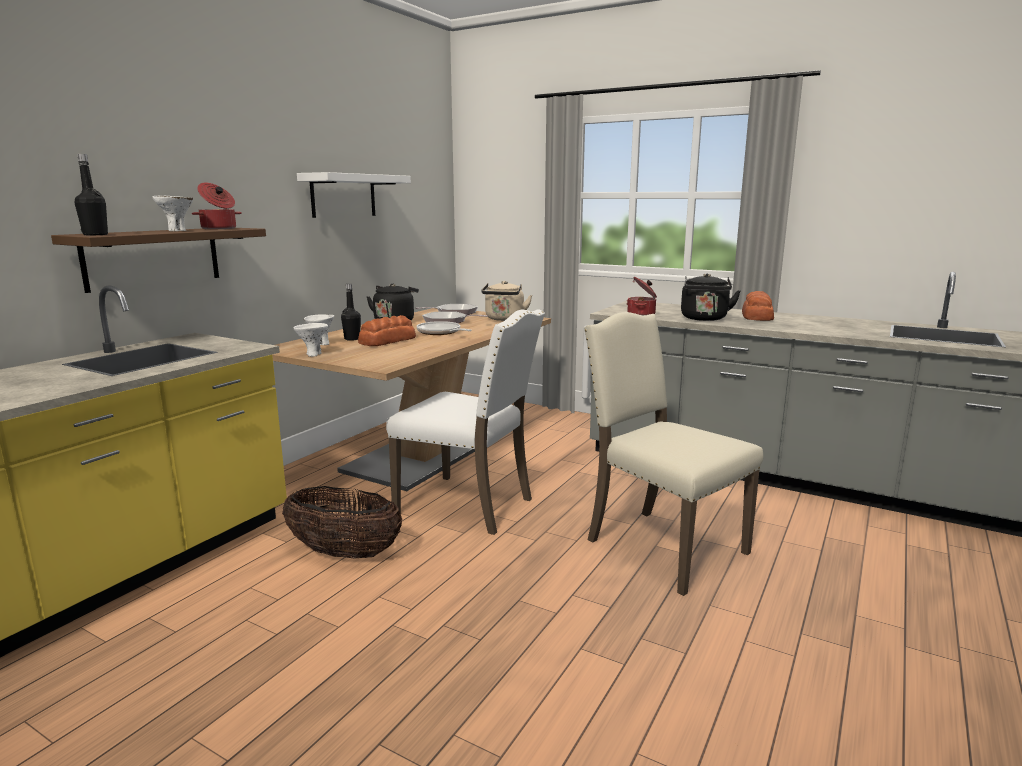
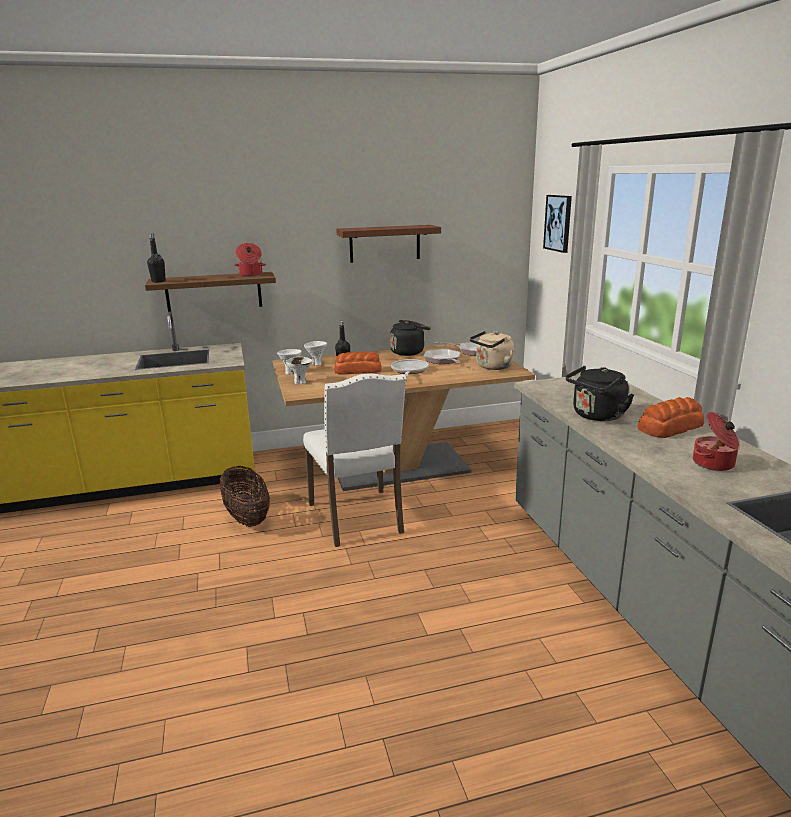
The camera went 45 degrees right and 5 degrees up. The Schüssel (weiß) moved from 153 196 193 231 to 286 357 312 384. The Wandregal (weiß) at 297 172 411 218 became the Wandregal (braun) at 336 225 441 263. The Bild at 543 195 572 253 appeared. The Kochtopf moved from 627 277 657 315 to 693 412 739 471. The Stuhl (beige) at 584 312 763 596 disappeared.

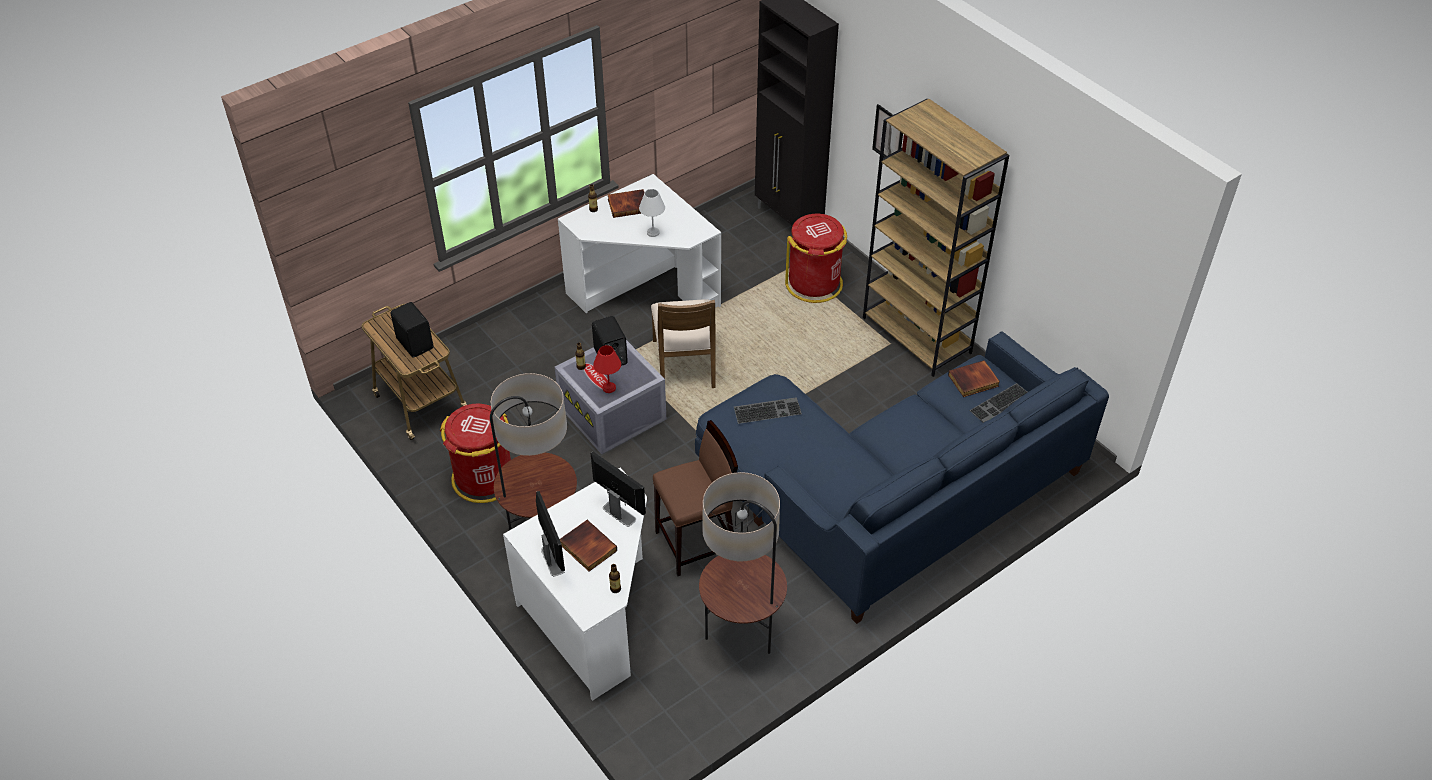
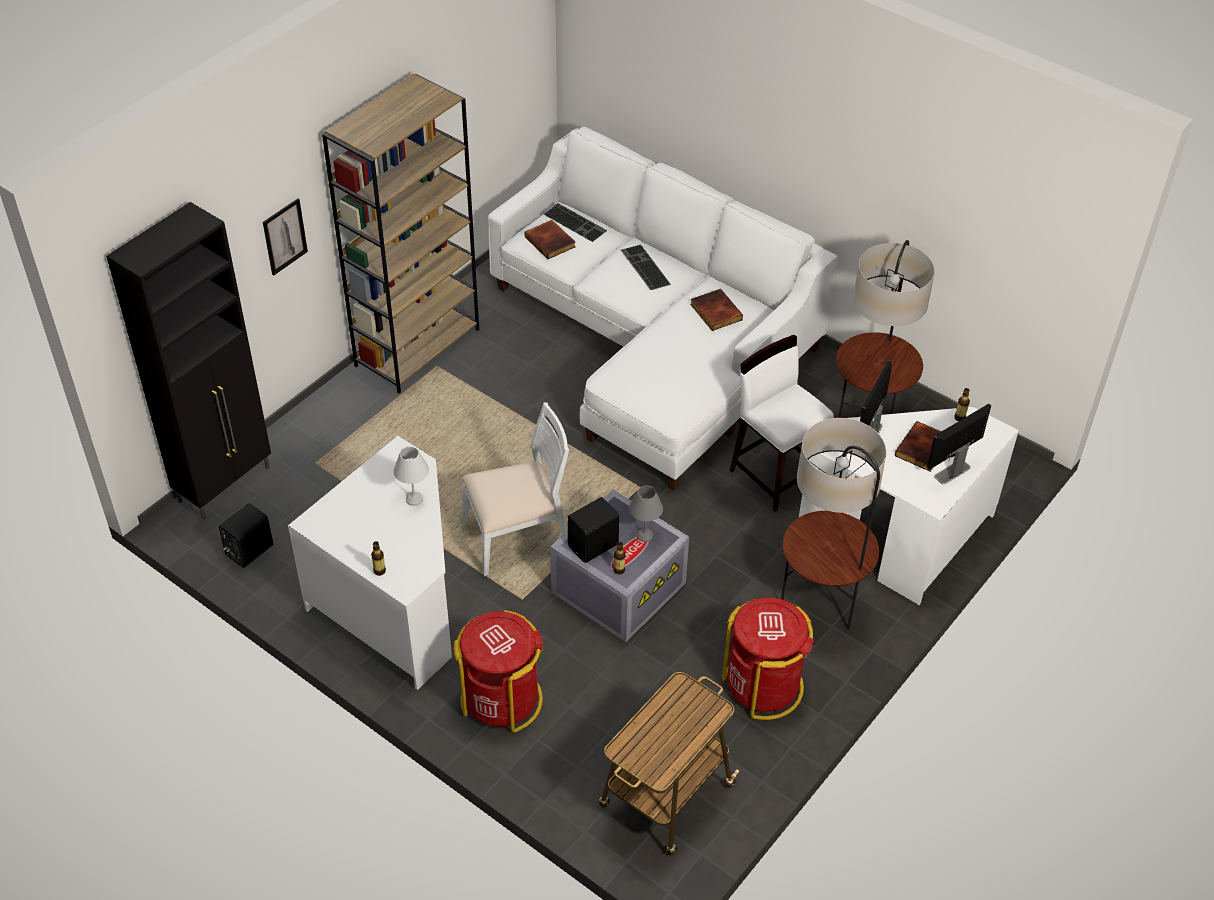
The camera went 105 degrees left and 0 degrees up. The Lautsprecher (schwarz) moved from 390 302 434 358 to 219 503 273 568. The Mülleimer (rot) moved from 785 214 847 303 to 453 610 543 733. The Stuhl (braun) at 651 299 716 388 became the Stuhl (weiß) at 462 403 569 576. The Sofa (blau) at 695 331 1109 624 became the Sofa (weiß) at 488 127 838 491. The Tastatur moved from 734 397 802 424 to 621 245 671 290. The Tischlampe (rot) at 593 345 621 393 became the Tischlampe (grau) at 629 486 663 542. The Buch moved from 608 189 645 218 to 690 289 743 331. The Hocker (braun) at 653 420 738 576 became the Hocker (weiß) at 730 335 834 512.

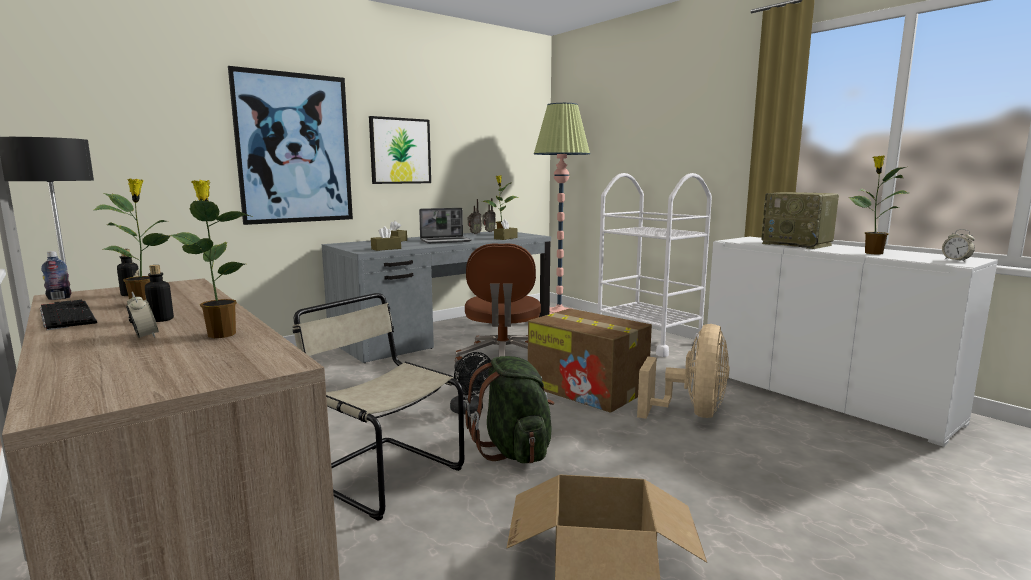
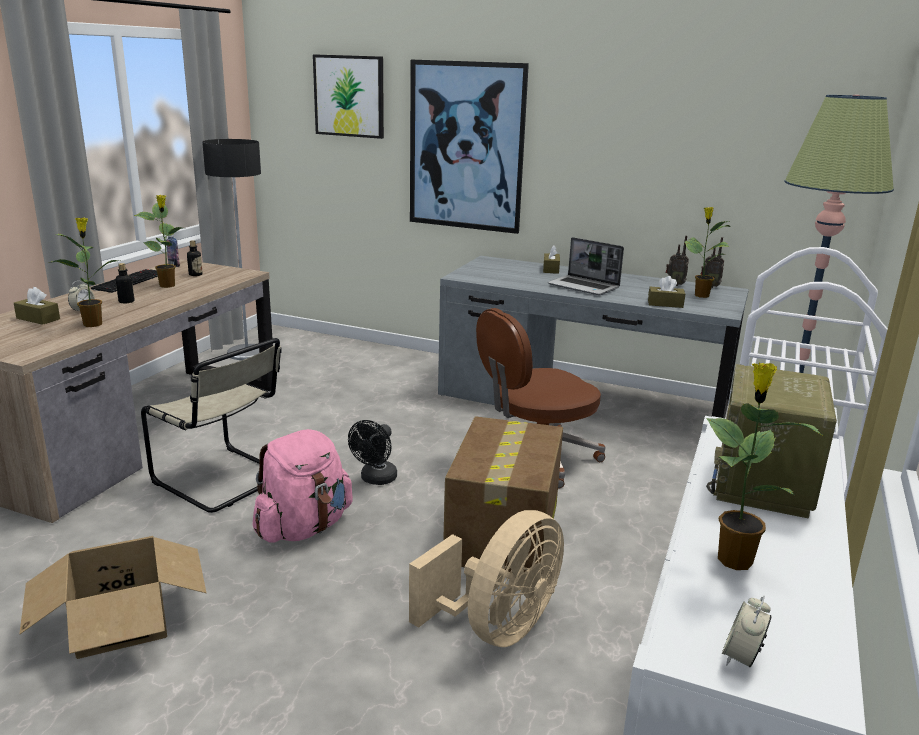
The camera went 60 degrees right and 10 degrees up. The Taschentuchbox (braun) moved from 371 226 401 251 to 14 287 60 325. The Stuhl (beige) at 293 293 464 521 turned 120 degrees clockwise. The Rucksack (grün) at 465 356 554 464 became the Rucksack (rosa) at 253 429 353 543. The Bild moved from 369 116 431 184 to 313 54 384 139. The Ventilator (beige) at 637 324 730 419 turned 45 degrees counterclockwise.

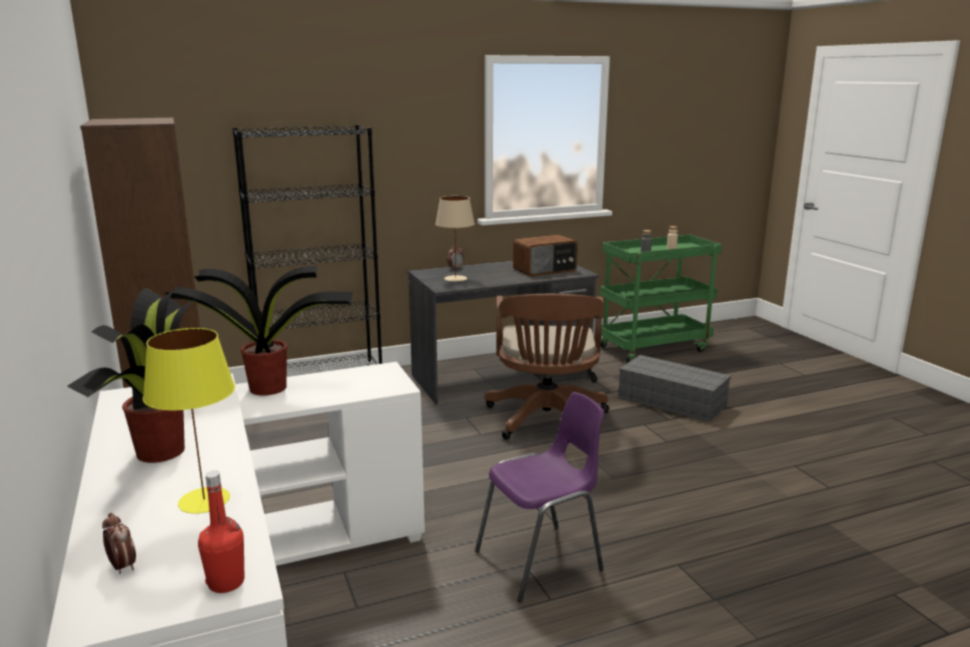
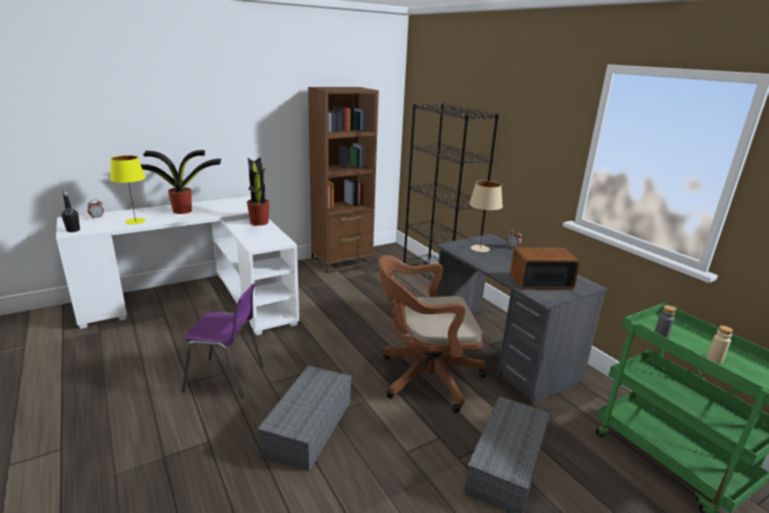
The camera went 80 degrees right and 5 degrees up. The Flasche (rot) at 198 471 244 593 became the Flasche (schwarz) at 61 190 80 232. The Stuhl (lila) at 475 392 604 603 turned 45 degrees counterclockwise. The Aufbewahrungsbox (grau) at 257 366 351 471 appeared. The Radio at 513 235 578 276 turned 120 degrees clockwise.

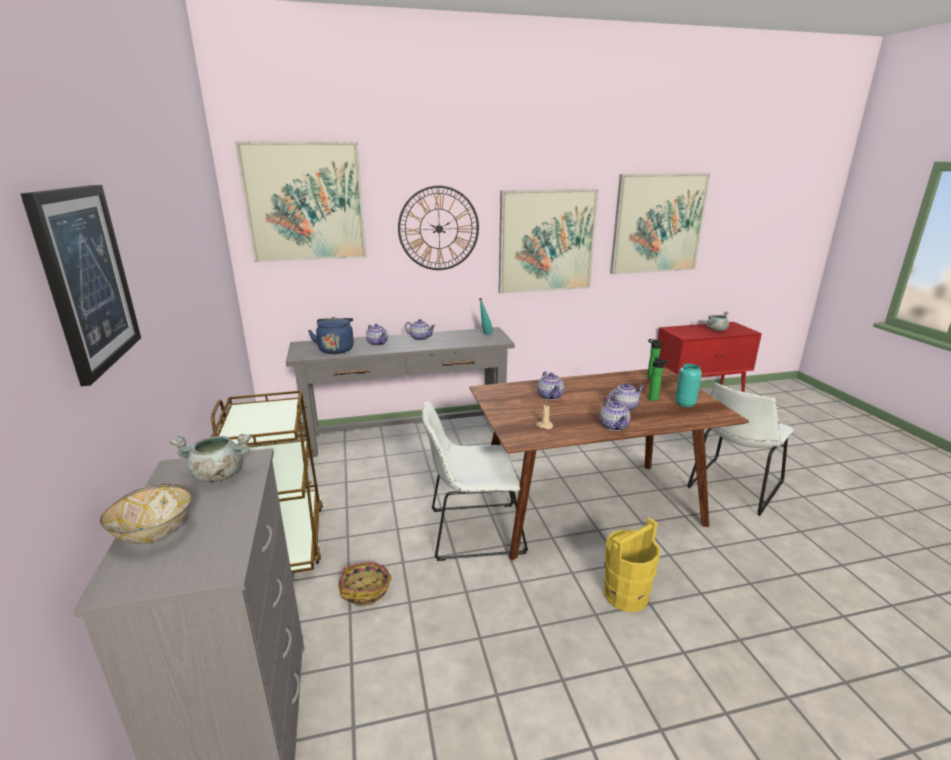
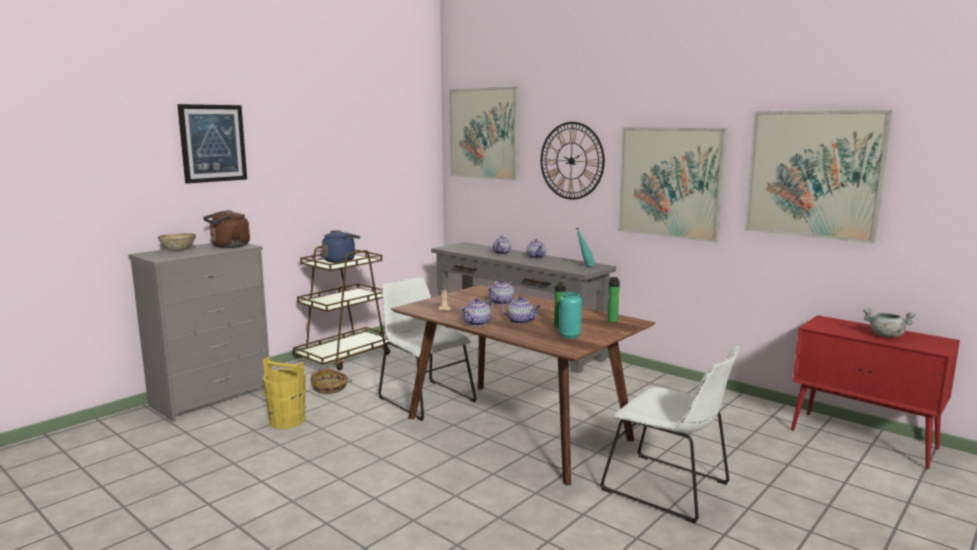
The camera went 55 degrees right and 10 degrees down. The Kochtopf (grau) at 170 434 251 482 was replaced by the Wasserkessel (braun) at 203 210 250 248. The Eimer (gelb) moved from 604 518 660 612 to 263 357 306 429. The Wasserkessel (blau) moved from 308 317 354 354 to 322 230 360 263. The Stuhl (weiß) at 688 382 793 516 turned 150 degrees counterclockwise.

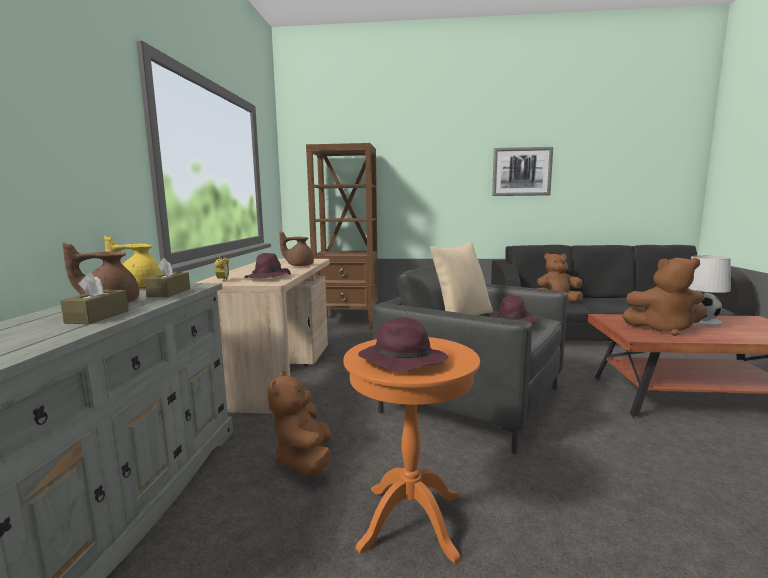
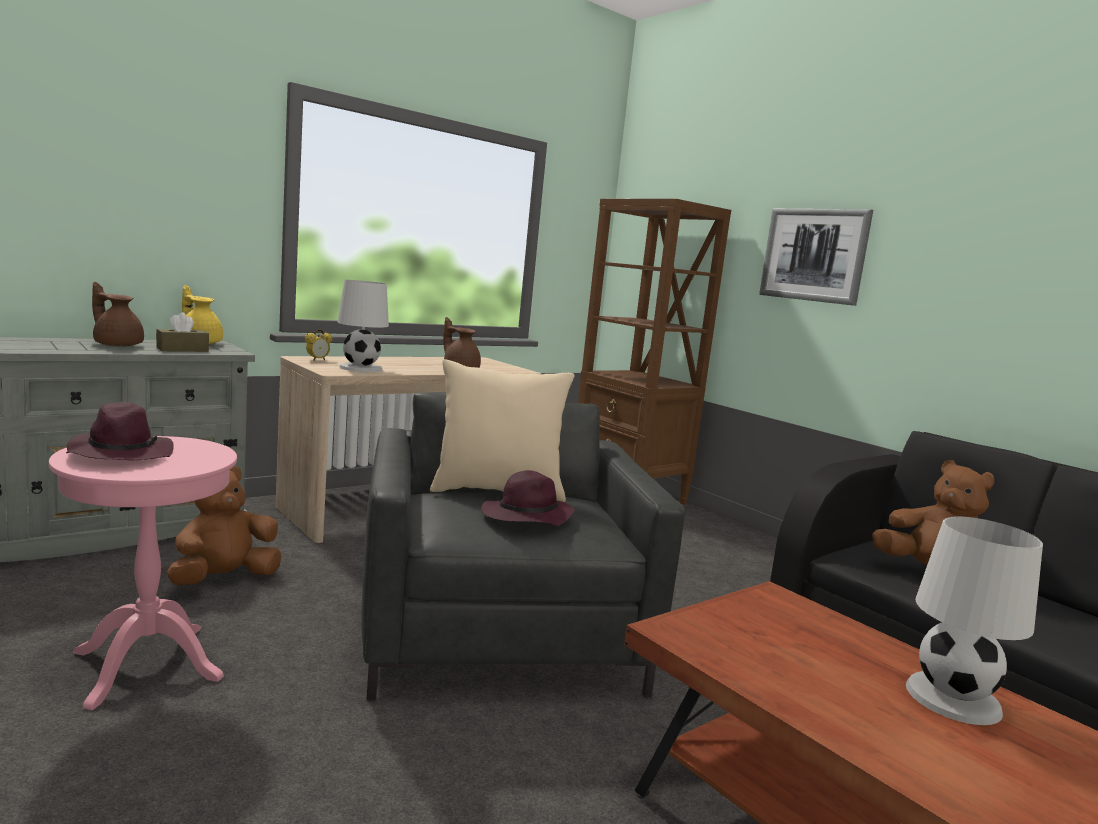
The camera went 45 degrees right and 0 degrees up. The Beistelltisch (orange) at 343 337 480 564 became the Beistelltisch (rosa) at 49 436 237 710. The Hut (lila) at 245 253 291 279 was replaced by the Tischlampe (weiß) at 337 280 389 372. The Bild moved from 492 147 553 196 to 759 209 873 306. The Taschentuchbox (braun) at 60 273 128 324 disappeared. The Plüschtier (braun) at 622 258 707 336 disappeared.

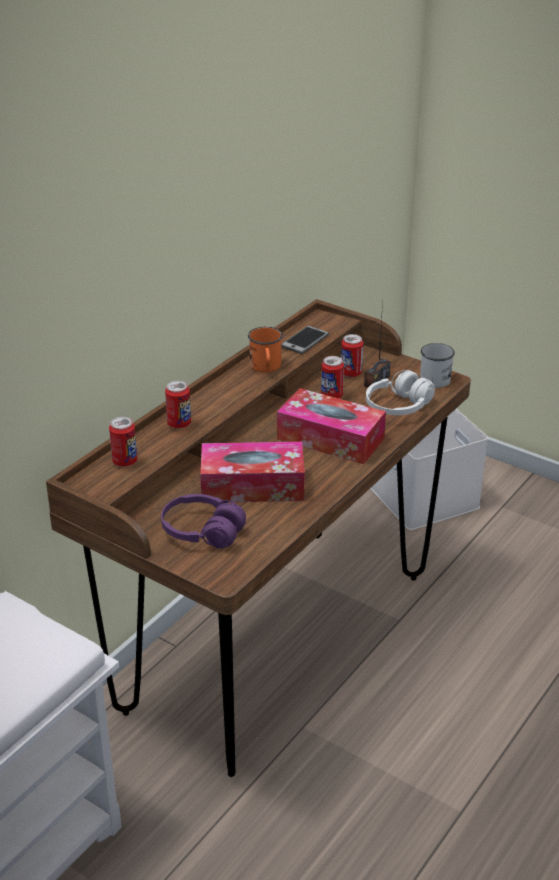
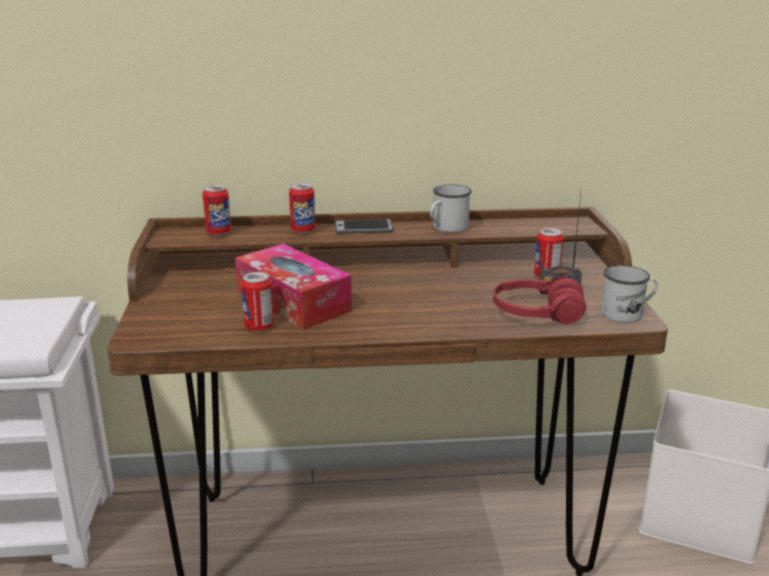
The camera went 50 degrees right and 10 degrees down. The Dose moved from 321 356 344 399 to 241 272 274 332. The Handy moved from 281 326 329 354 to 335 219 394 234. The Henkelbecher (orange) at 248 327 283 372 became the Henkelbecher (weiß) at 430 184 472 232. The Kopfhörer (weiß) at 366 370 435 415 became the Kopfhörer (rot) at 493 276 586 324. The Kopfhörer (lila) at 161 494 246 549 disappeared. The Taschentuchbox at 277 388 386 464 disappeared.

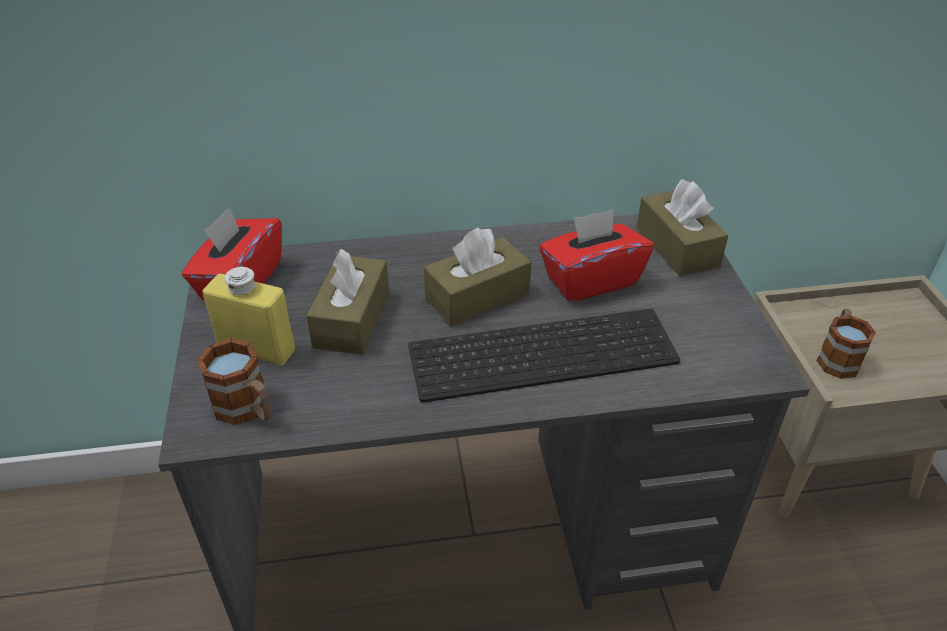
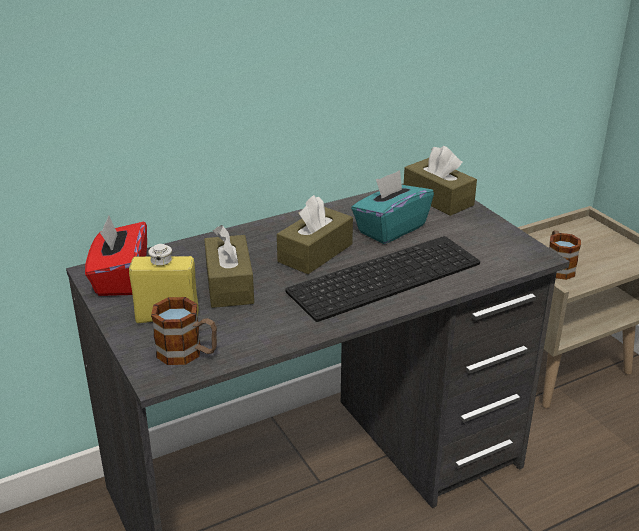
The camera went 20 degrees left and 10 degrees down. The Taschentuchbox (rot) at 539 209 653 302 became the Taschentuchbox (türkis) at 351 170 434 244.

